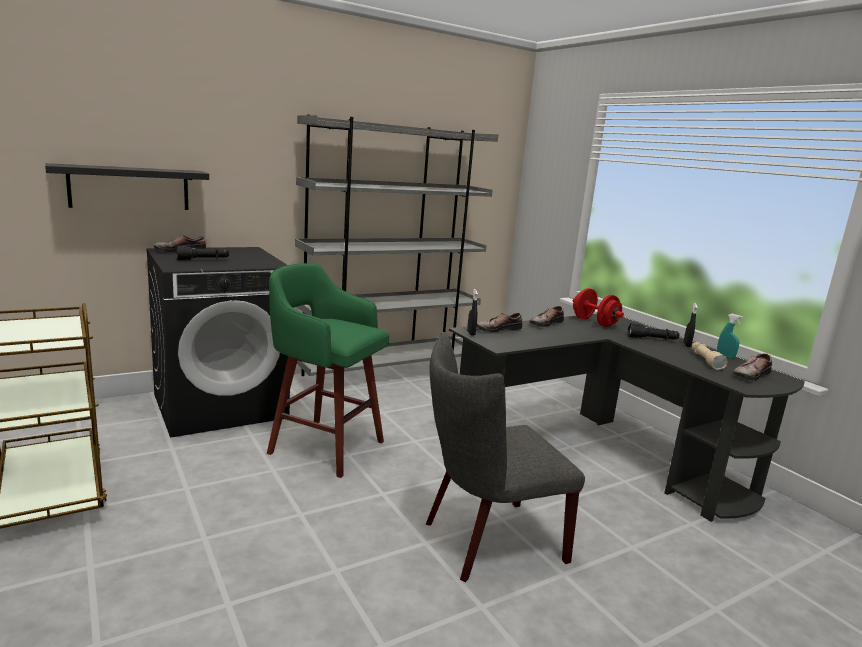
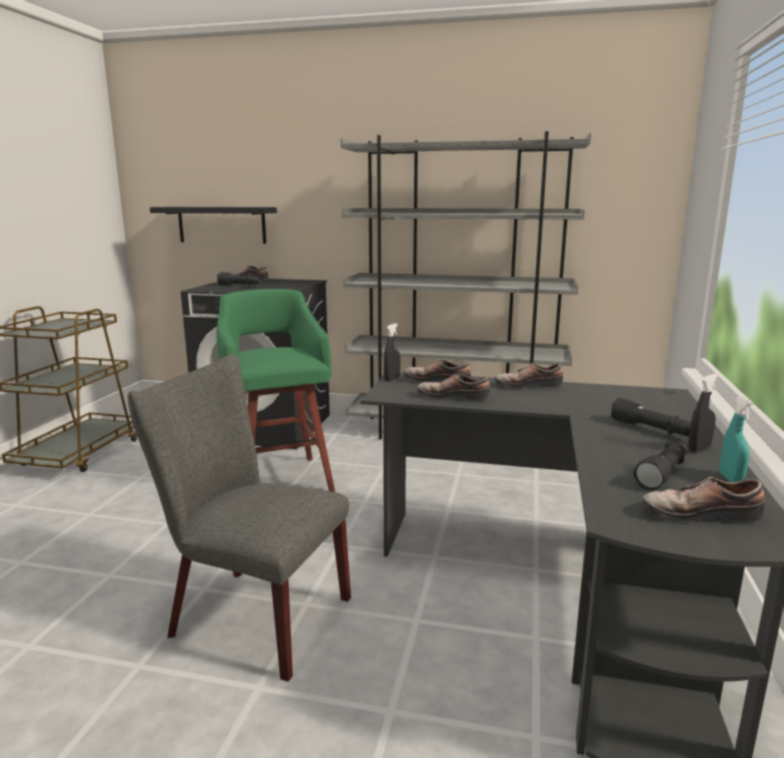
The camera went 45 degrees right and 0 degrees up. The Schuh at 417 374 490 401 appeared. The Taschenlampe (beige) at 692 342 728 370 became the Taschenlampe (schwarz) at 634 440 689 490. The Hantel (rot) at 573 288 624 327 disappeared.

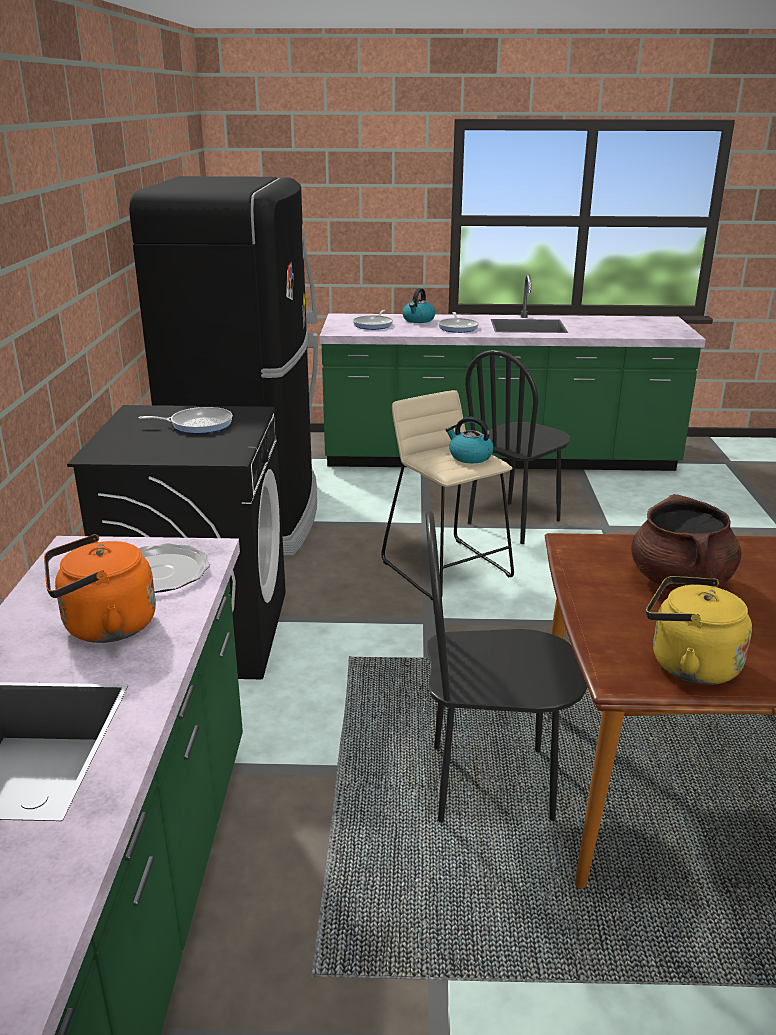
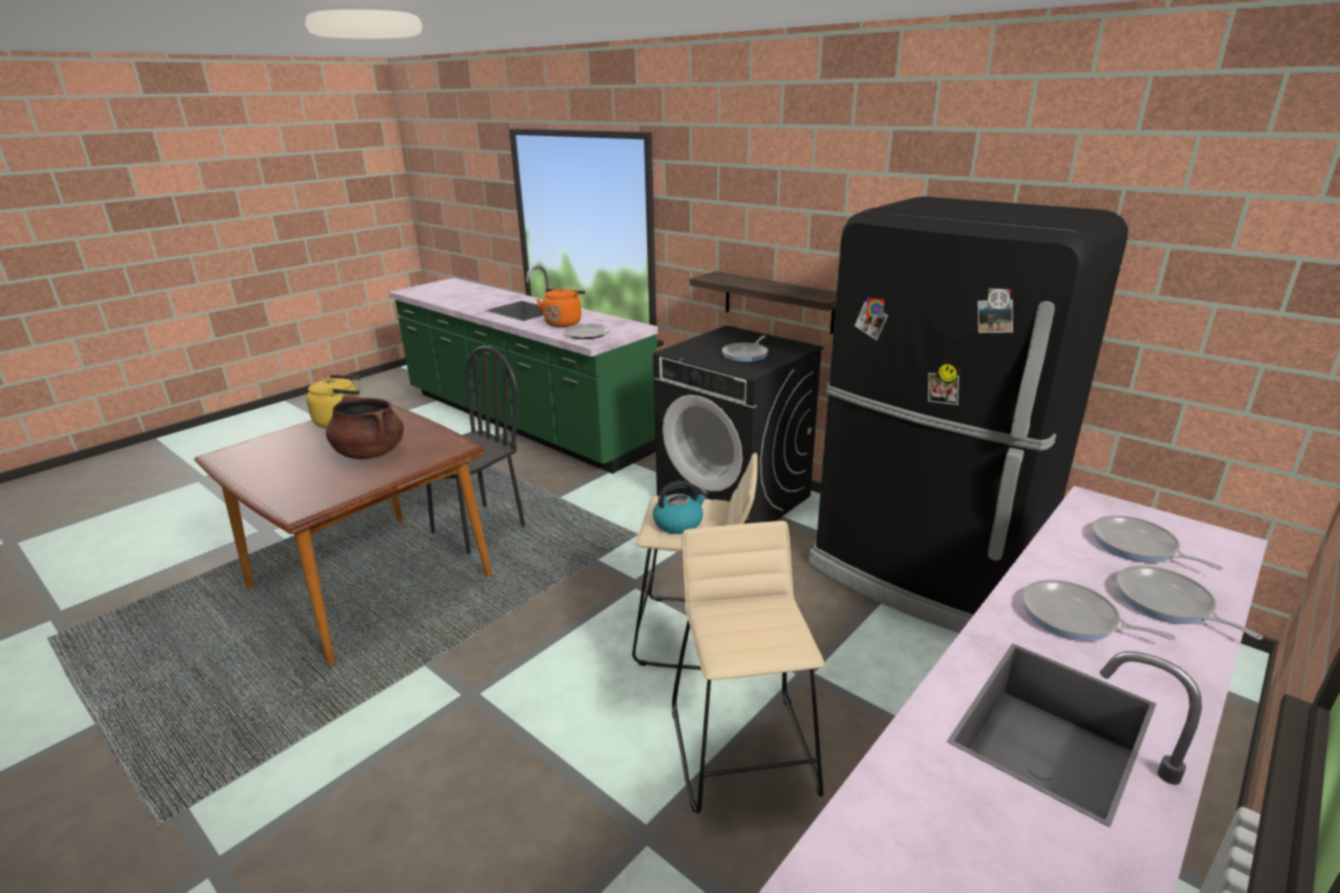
The camera went 130 degrees right and 0 degrees up. The Stuhl (schwarz) at 465 350 571 544 was replaced by the Hocker (beige) at 672 521 824 814. The Wandregal at 690 271 837 334 appeared. The Wasserkessel at 402 288 435 323 was replaced by the Pfanne at 1116 566 1263 640.

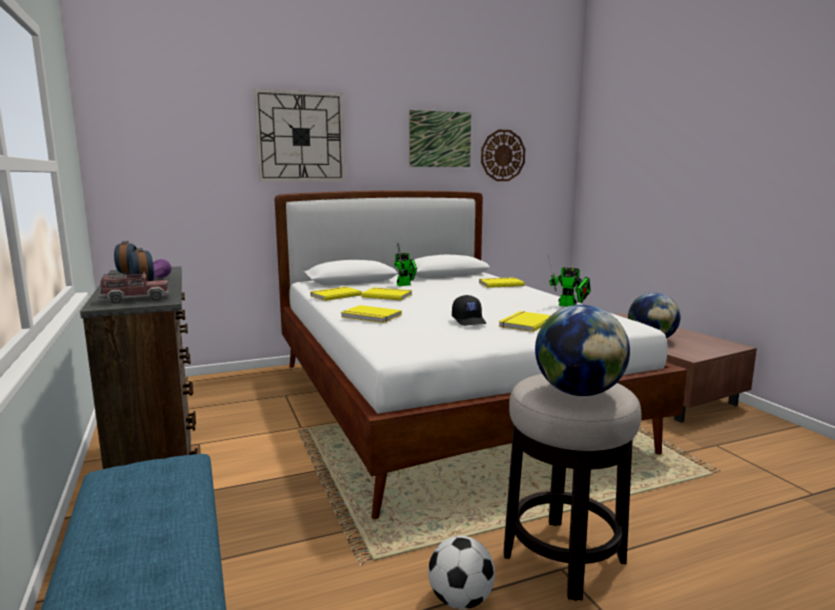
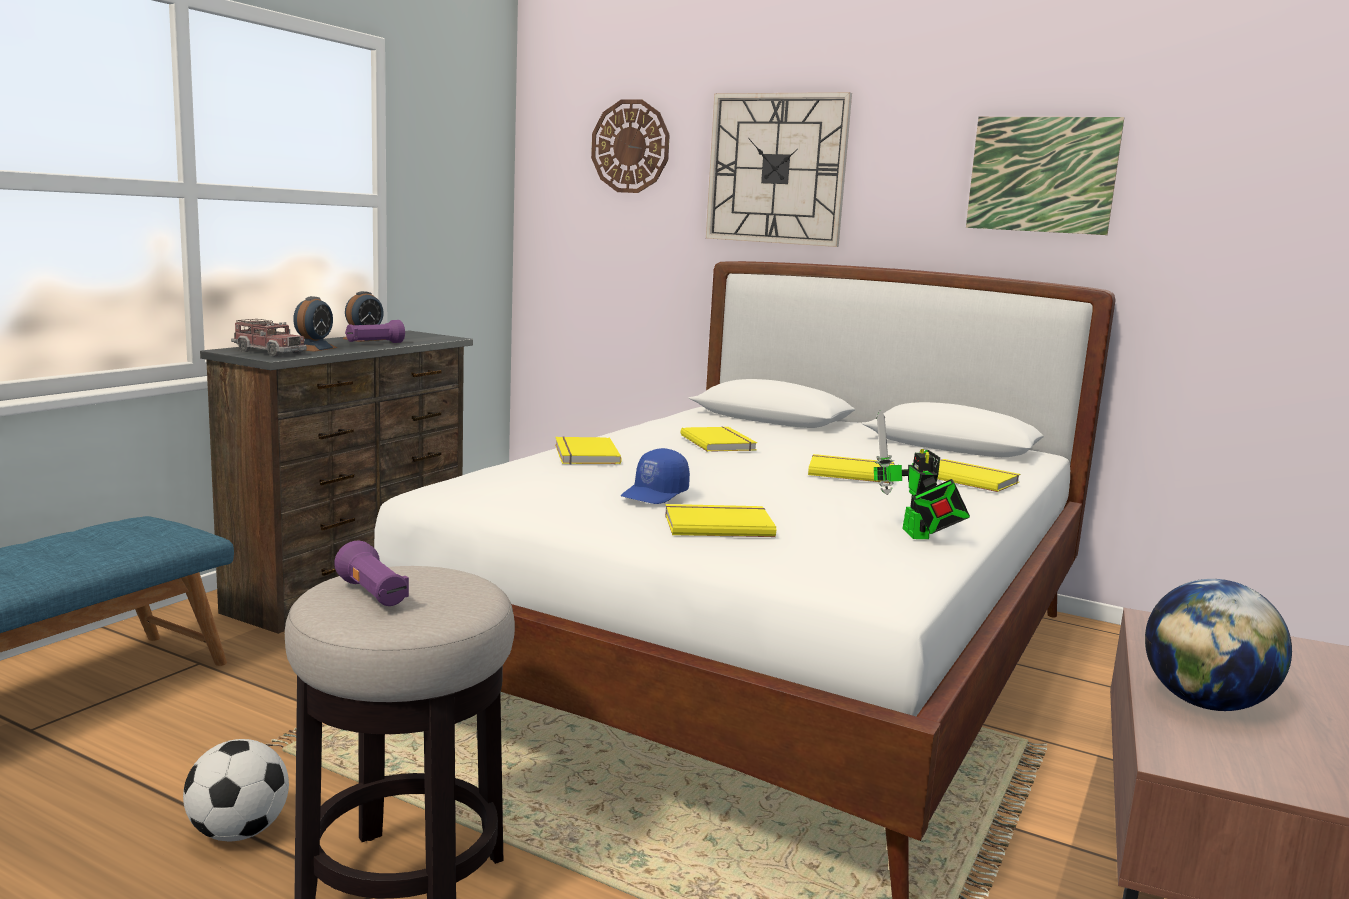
The camera went 50 degrees right and 0 degrees up. The Globus at 535 305 630 396 was replaced by the Taschenlampe (lila) at 334 541 409 606. The Wanduhr moved from 481 130 525 181 to 591 99 670 193. The Kappe (schwarz) at 452 295 486 326 became the Kappe (blau) at 621 448 690 504. The Buch (gelb) moved from 310 287 362 301 to 808 454 895 483. The Spielzeugroboter at 394 243 417 286 disappeared.

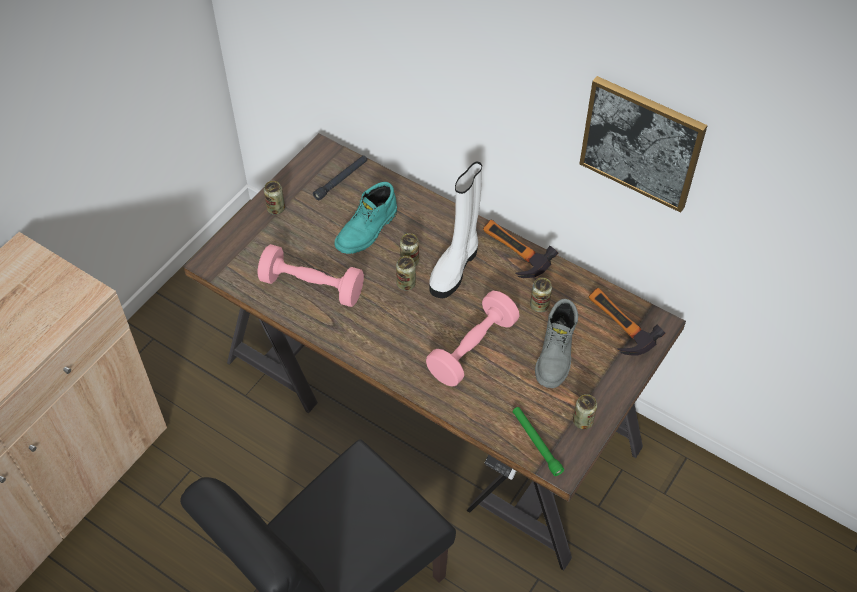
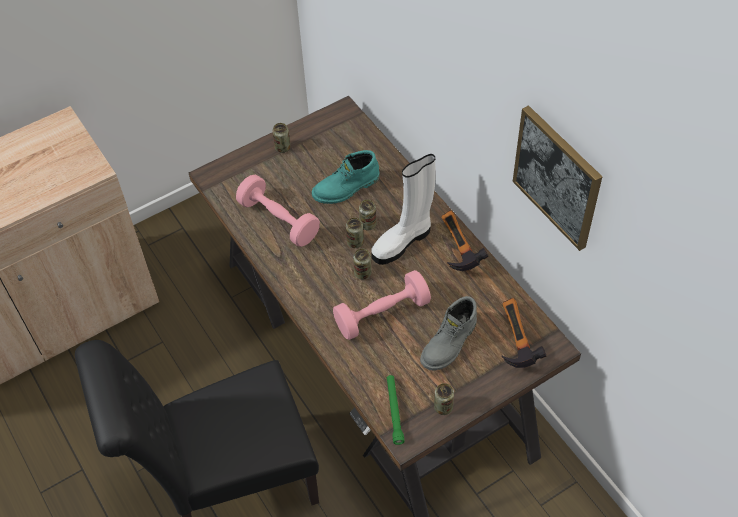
The camera went 25 degrees right and 0 degrees up. The Dose moved from 530 278 552 312 to 353 248 371 280. The Taschenlampe (schwarz) at 313 155 367 201 disappeared.

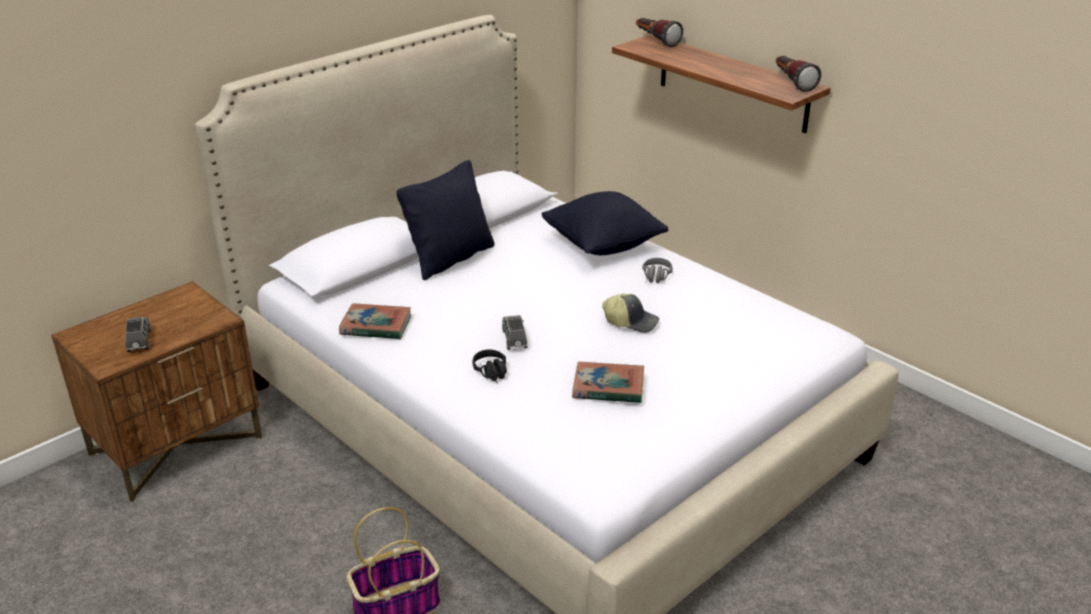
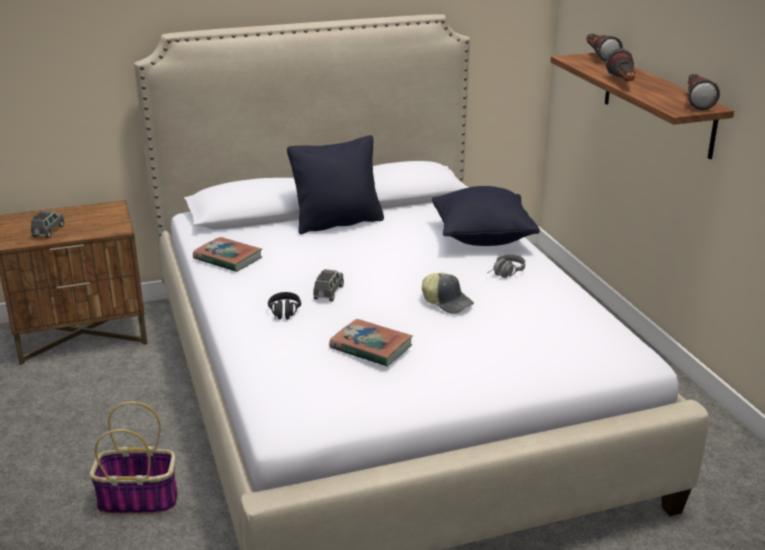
The camera went 25 degrees right and 5 degrees down. The Taschenlampe at 605 48 635 81 appeared.

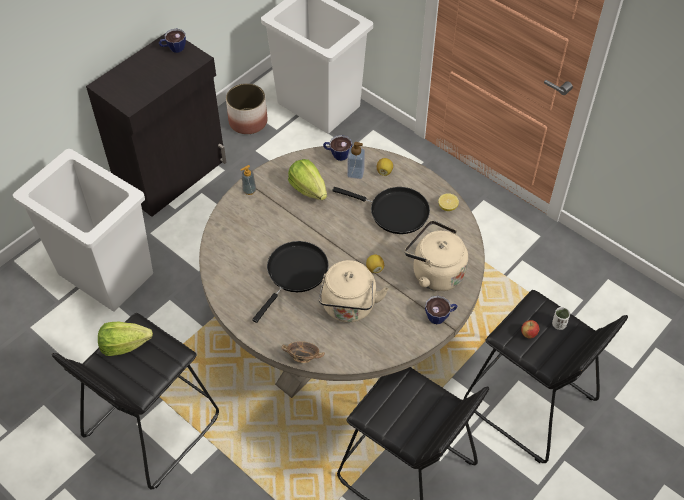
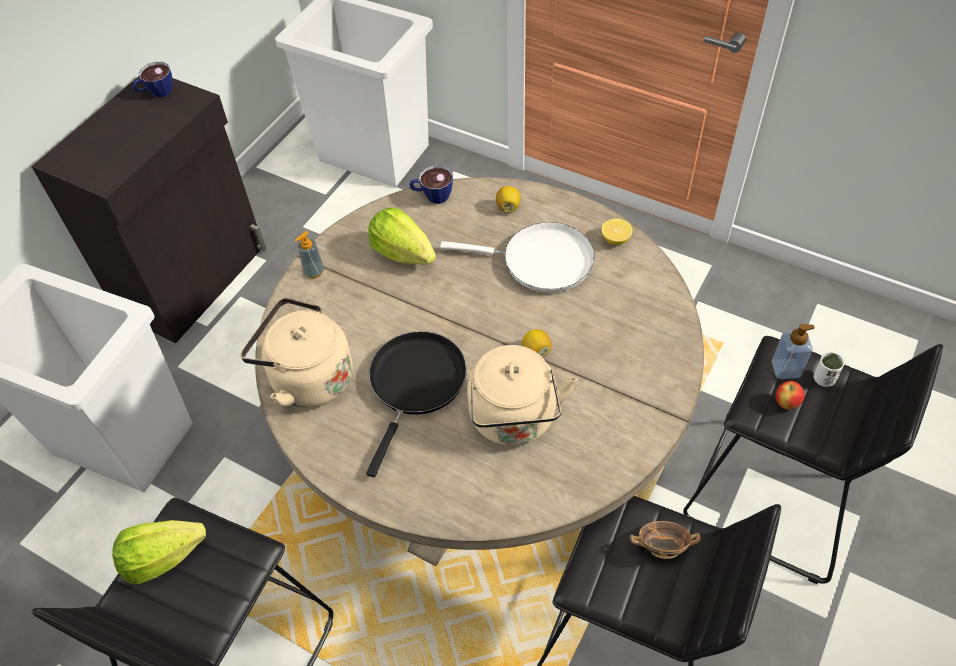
The camera went 10 degrees left and 0 degrees up. The Wasserkessel (beige) moved from 405 220 468 291 to 241 297 353 408. The Pfanne (schwarz) at 332 187 430 234 became the Pfanne (weiß) at 440 222 595 293. The Schüssel moved from 282 341 325 363 to 630 521 701 559. The Seifenspender moved from 347 142 365 179 to 772 324 814 379. The Pflanzkübel at 226 83 267 134 disappeared. The Tasse at 425 296 458 324 disappeared.

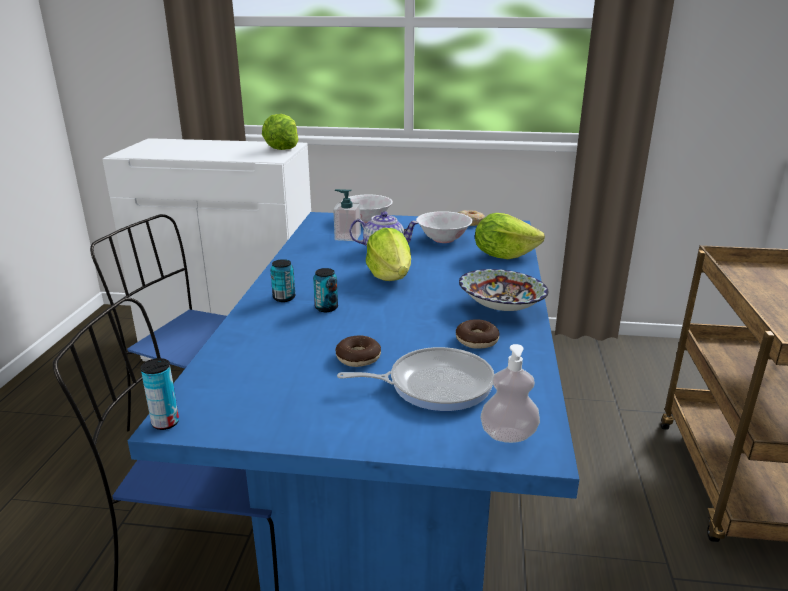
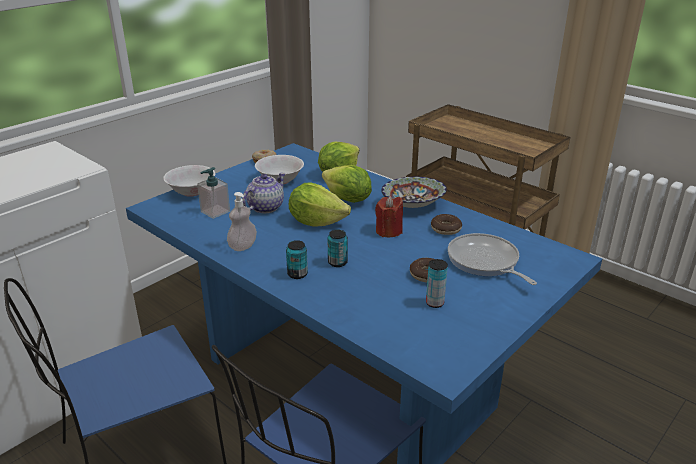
The camera went 55 degrees left and 5 degrees up. The Seifenspender moved from 480 344 540 443 to 227 192 257 251. The Salatkopf moved from 262 114 298 150 to 322 165 372 203. The Kerze (rot) at 375 196 403 237 appeared. The Dose moved from 141 358 179 430 to 426 259 448 308. The Pfanne at 337 347 495 411 turned 60 degrees counterclockwise.

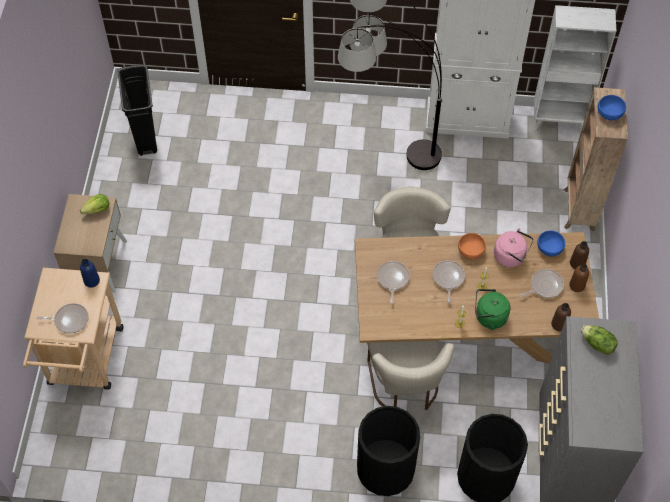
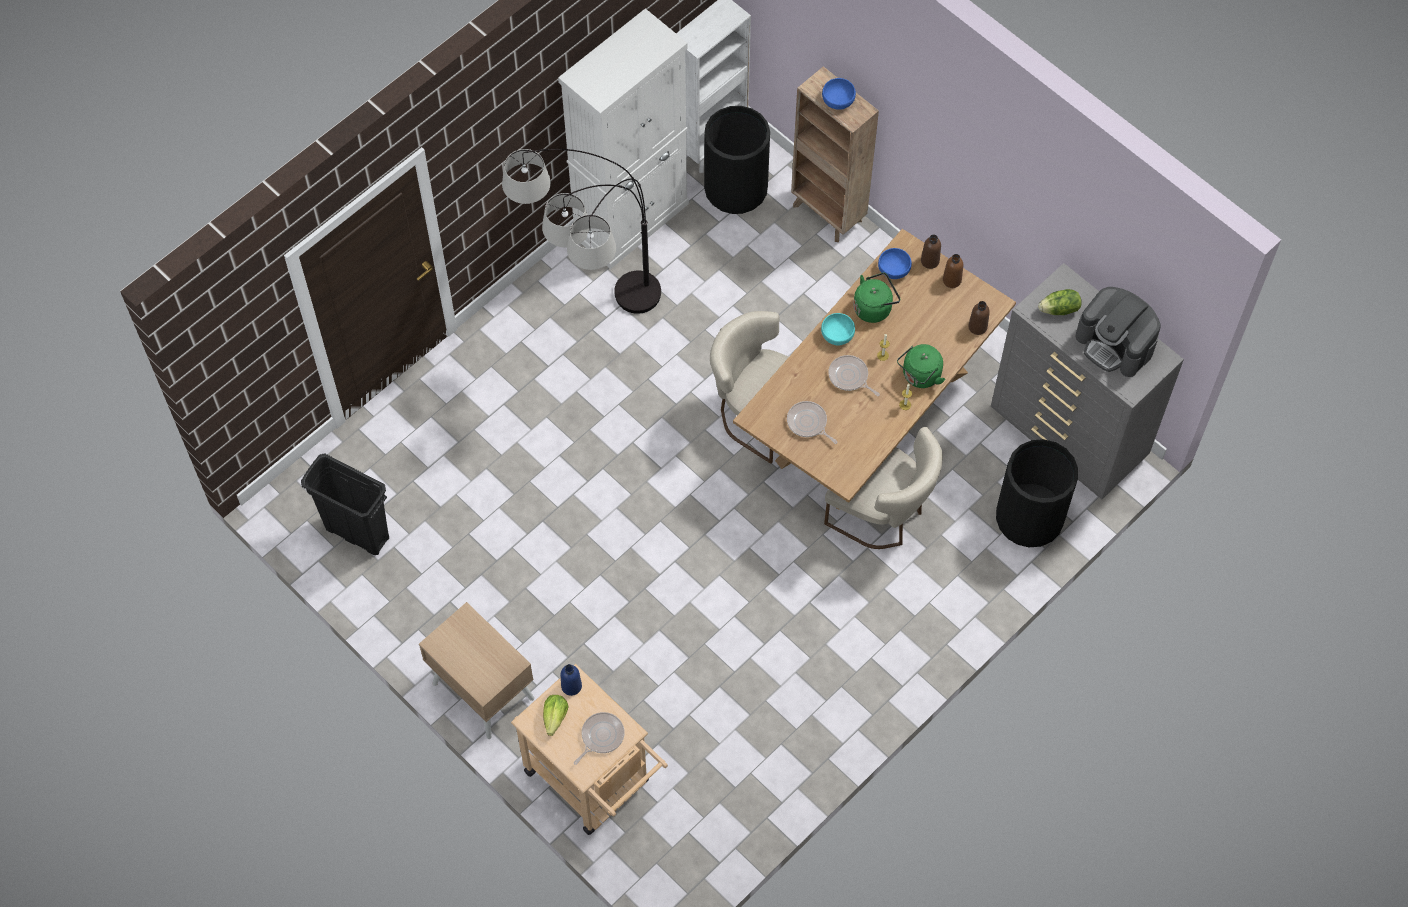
The camera went 50 degrees left and 5 degrees up. The Salatkopf moved from 80 194 109 214 to 543 695 569 736. The Mülleimer (schwarz) moved from 357 406 420 496 to 704 106 770 214. The Schüssel (orange) at 458 233 486 259 became the Schüssel (türkis) at 821 313 855 345. The Wasserkessel (rosa) at 494 228 534 268 became the Wasserkessel (grün) at 853 272 900 323. The Kaffeemaschine at 1075 287 1161 377 appeared. The Pfanne at 519 269 564 298 disappeared.

